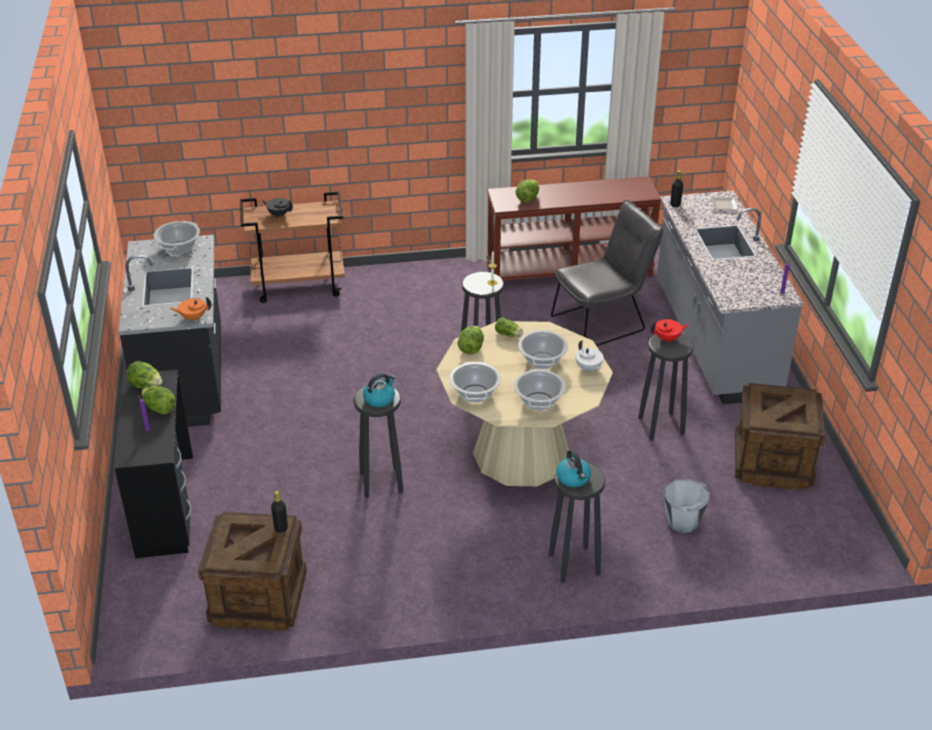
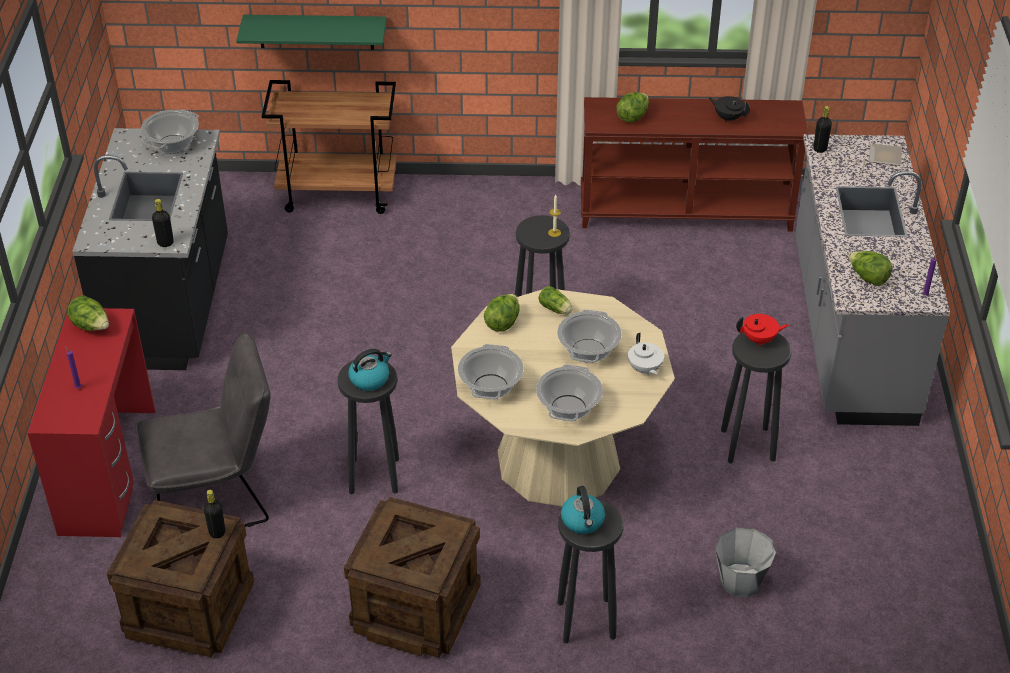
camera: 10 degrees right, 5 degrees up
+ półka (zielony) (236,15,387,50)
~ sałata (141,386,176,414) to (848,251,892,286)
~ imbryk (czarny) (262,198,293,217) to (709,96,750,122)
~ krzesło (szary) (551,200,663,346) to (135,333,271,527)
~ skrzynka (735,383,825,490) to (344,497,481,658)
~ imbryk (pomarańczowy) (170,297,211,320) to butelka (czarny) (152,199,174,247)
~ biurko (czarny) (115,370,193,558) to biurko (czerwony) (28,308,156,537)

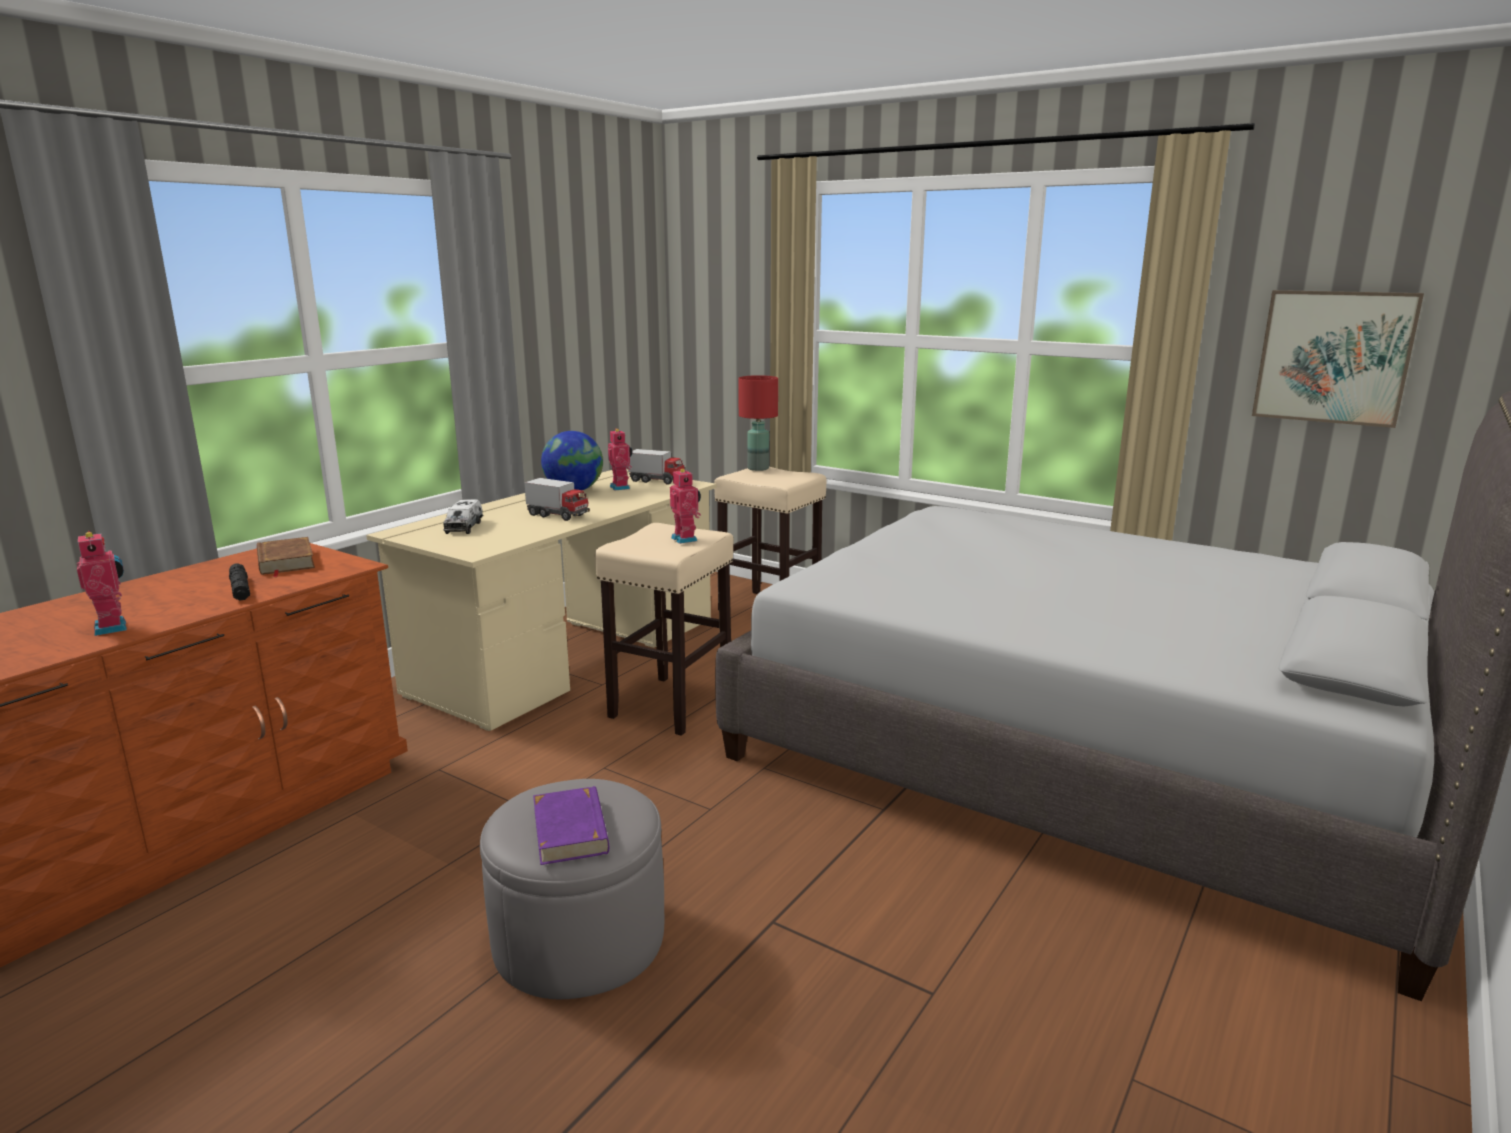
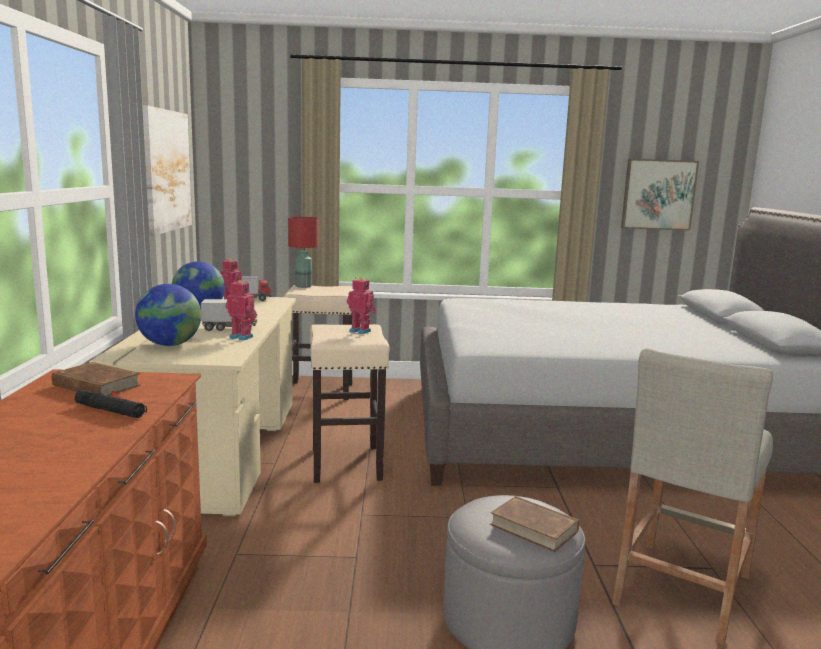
camera: 35 degrees left, 5 degrees down
+ obraz (142,105,192,236)
+ stołek (beżowy) (612,348,773,646)
~ robot zabawkowy (77,531,127,636) to (225,280,257,340)
~ ciężarówka zabawkowa (443,499,483,534) to globus (135,284,201,346)
~ książka (fioletowy) (533,786,609,865) to książka (brązowy) (490,496,579,552)

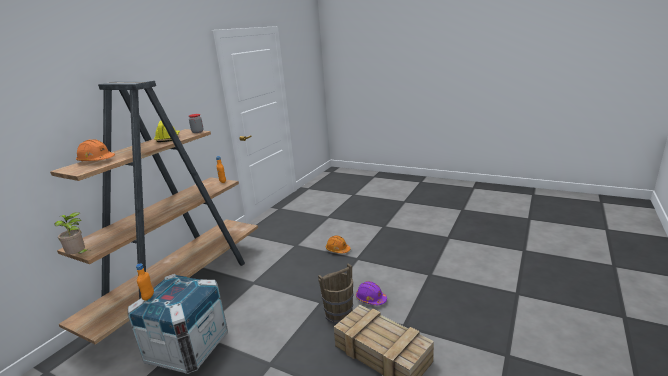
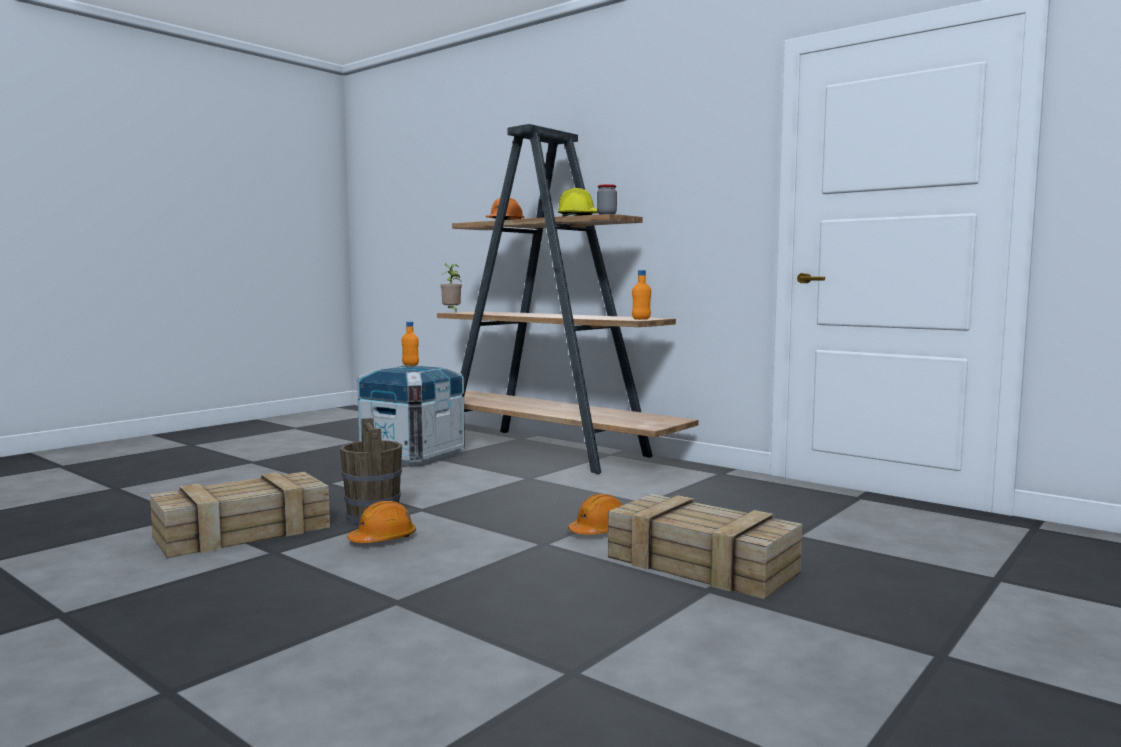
camera: 100 degrees right, 15 degrees down
+ skrzynka (608,494,802,599)
~ kask (fioletowy) (356,281,387,305) to kask (pomarańczowy) (348,501,416,543)

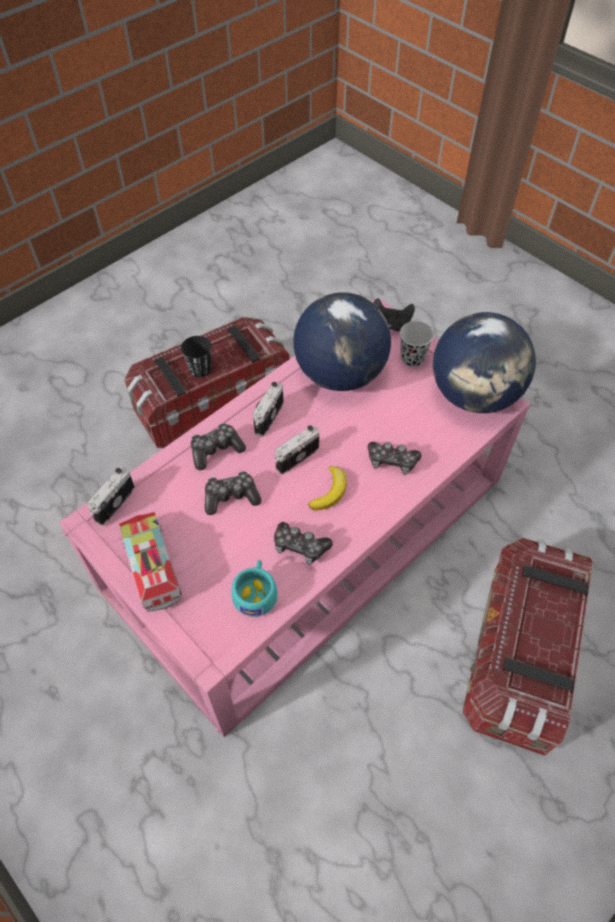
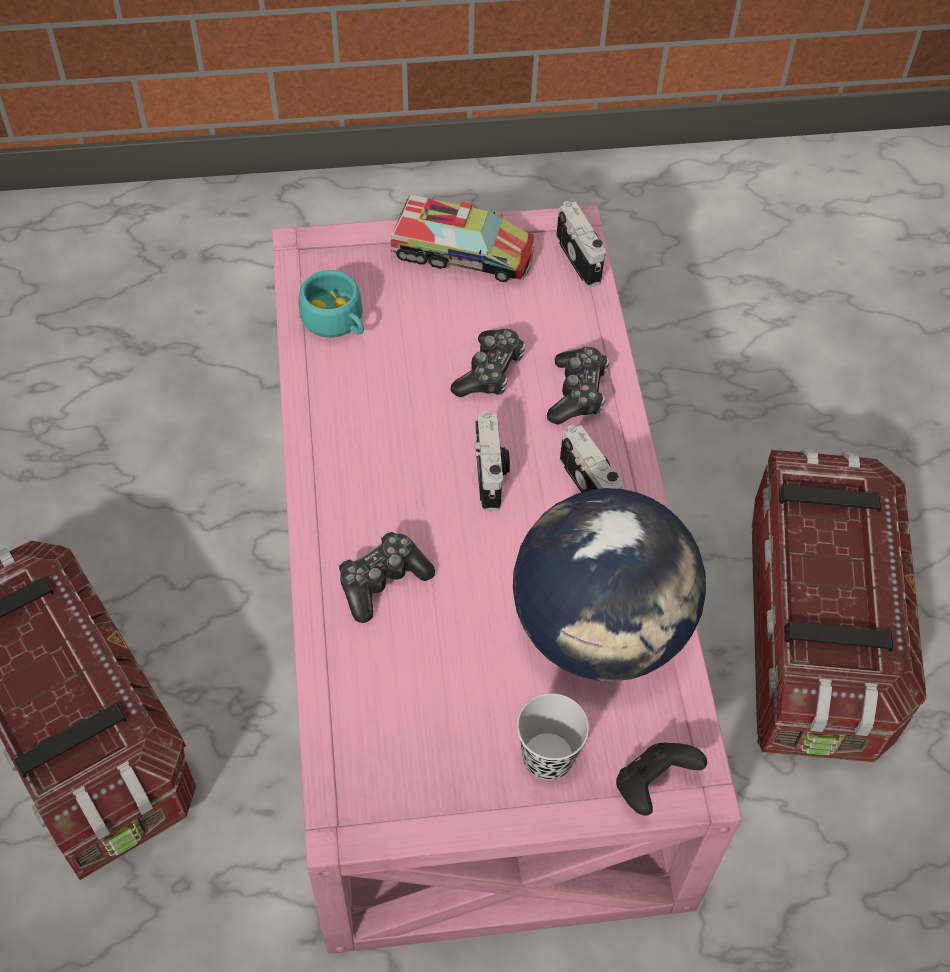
camera: 125 degrees right, 0 degrees up
- filiżanka (czarny) (181,336,212,377)
- pad do gier (274,522,332,564)
- banan (308,466,347,510)
- globus (433,312,536,413)

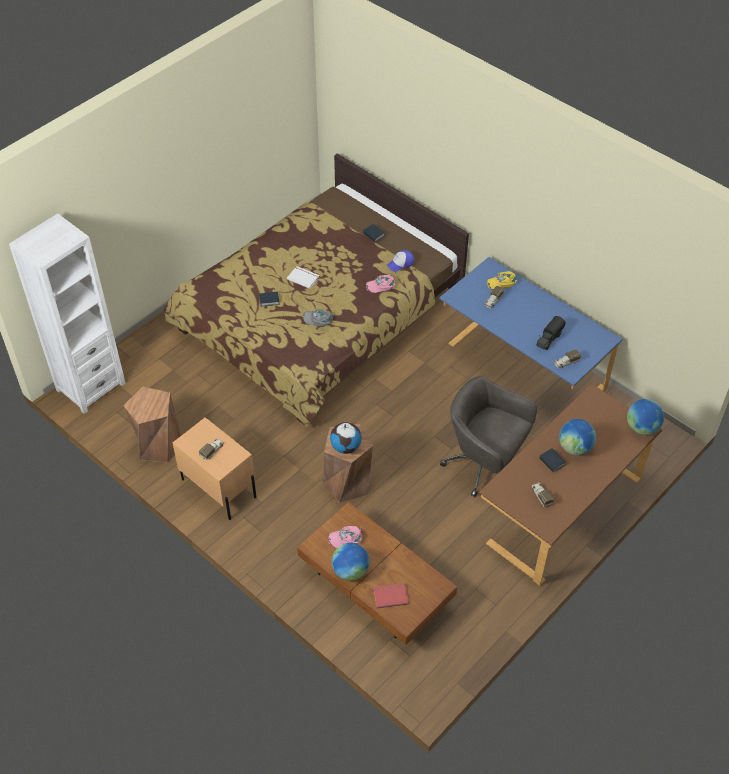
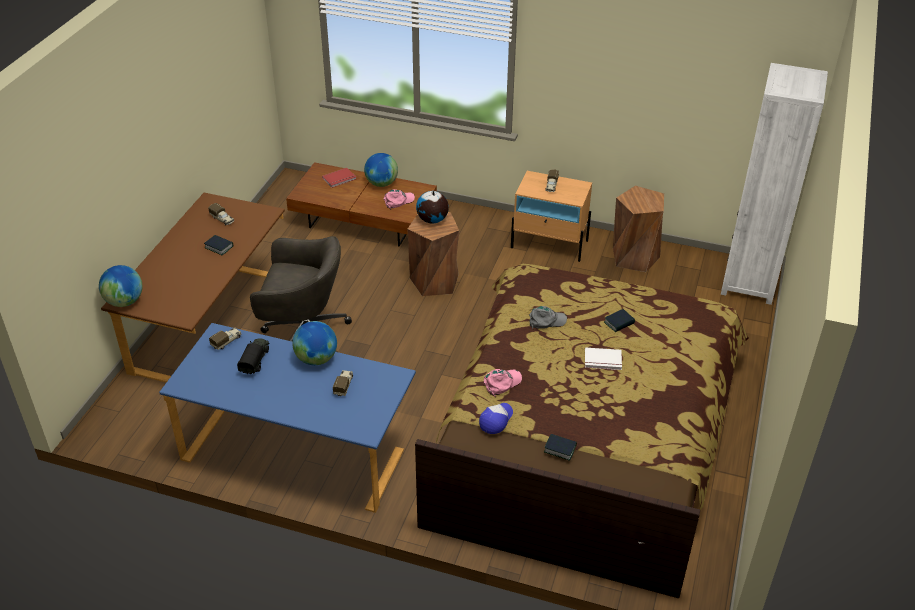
camera: 155 degrees right, 10 degrees down
- czapka z daszkiem (żółty) (487,271,517,289)
~ globus (559,419,596,455) to (292,321,337,365)

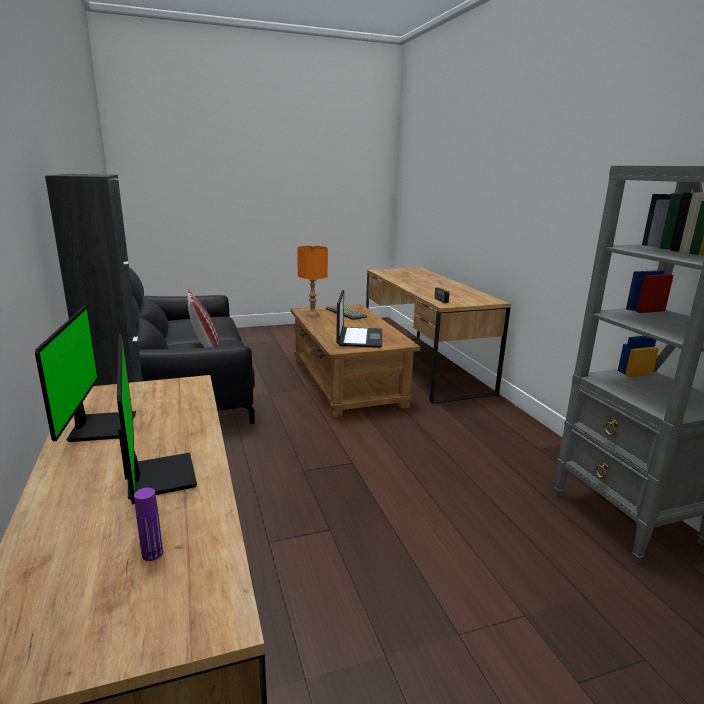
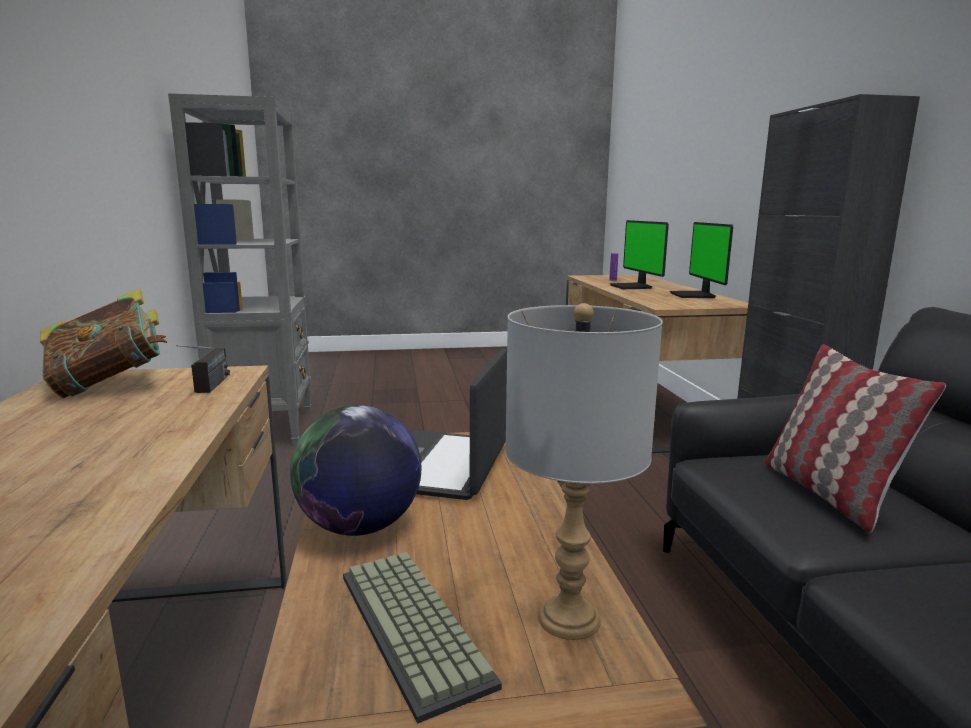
camera: 170 degrees left, 5 degrees down
+ książka (40,289,167,398)
+ globus (290,405,421,536)
~ lampa stołowa (pomarańczowy) (297,245,328,317) to lampa stołowa (szary) (505,303,663,640)

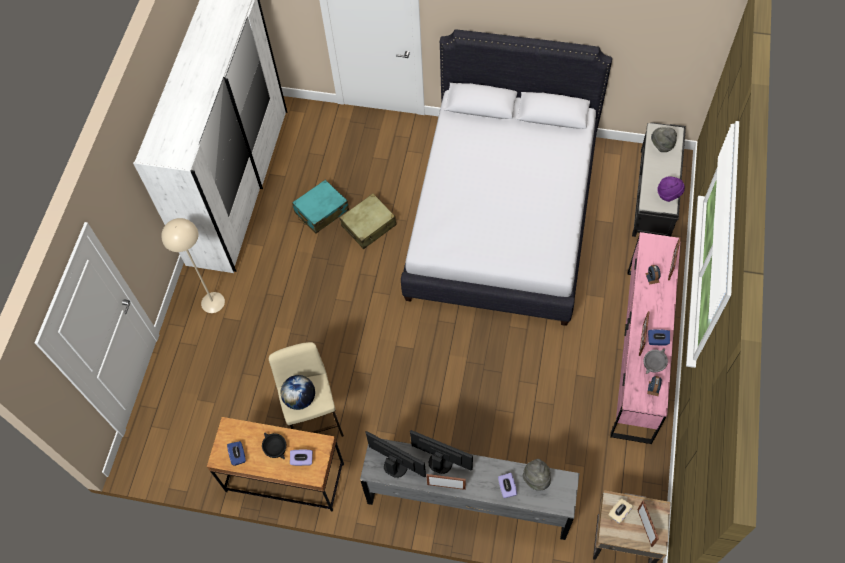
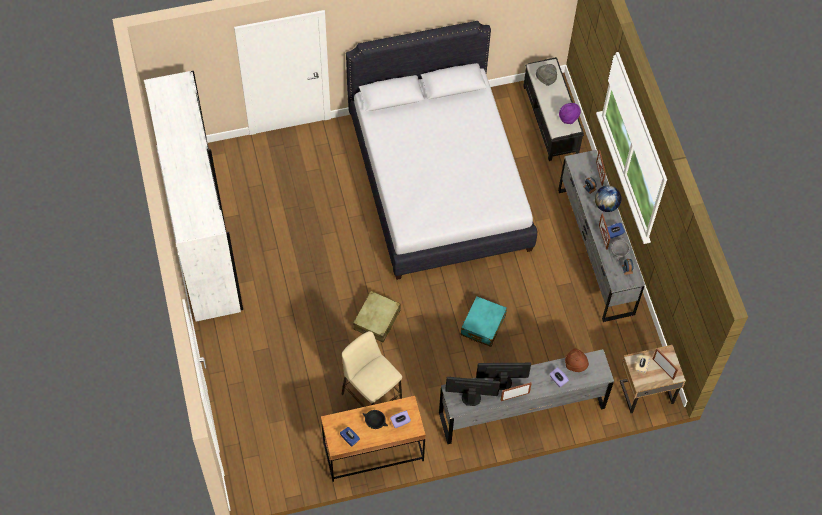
camera: 30 degrees left, 0 degrees up
- lampa stojąca (beżowy) (161,218,225,313)
~ globus (280,375,315,410) to (595,186,621,212)
~ walizka (turkusowy) (292,180,349,233) to (461,296,507,347)
~ walizka (beżowy) (340,193,397,249) to (353,291,401,342)
~ kapelusz (szary) (523,459,551,491) to kapelusz (brązowy) (565,348,589,372)
~ komoda (różowy) (610,232,681,444) to komoda (szary) (558,150,645,322)

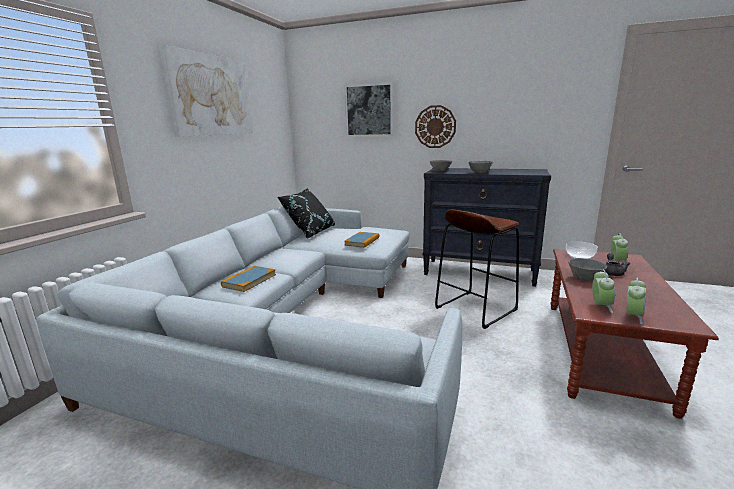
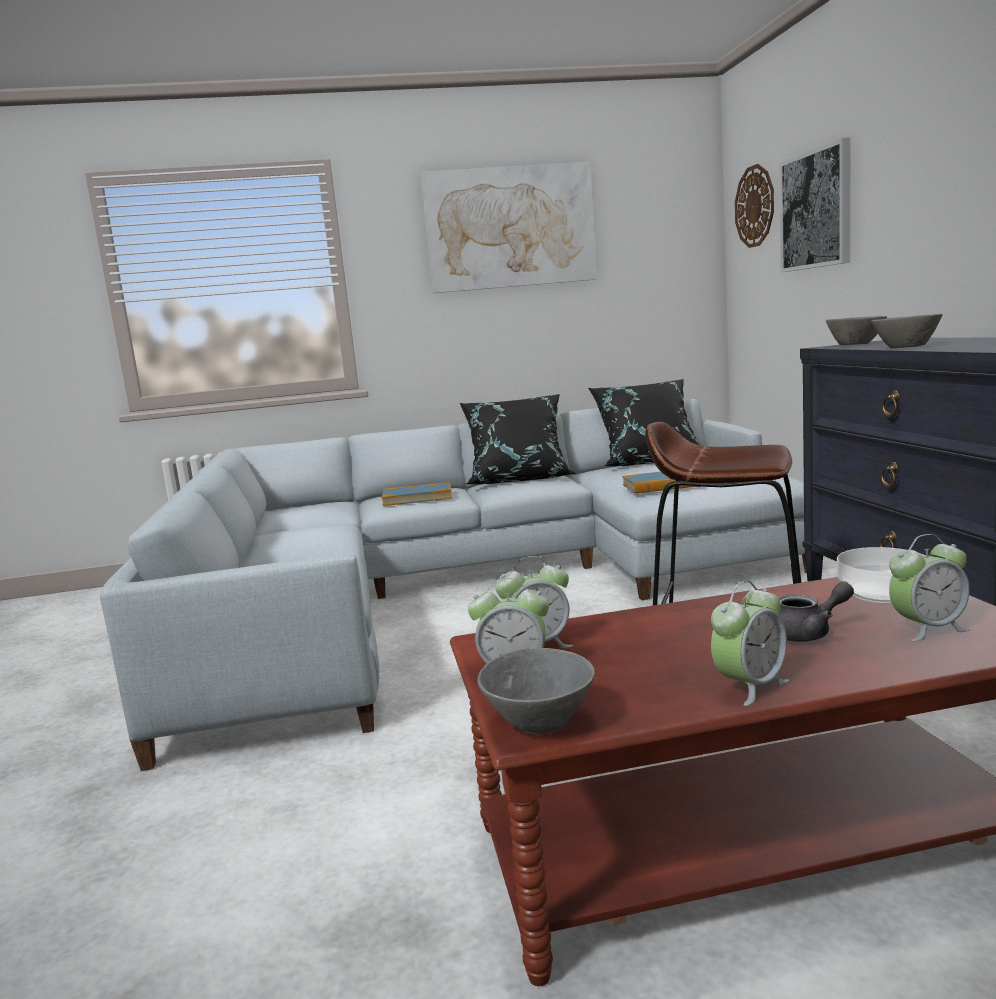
camera: 60 degrees right, 5 degrees down
+ poduszka (czarny) (460,394,575,484)
+ budzik (711,581,789,706)
~ zegar ścienny (415,105,456,148) to (735,164,774,248)
~ miska (szary) (568,258,607,281) to (477,648,595,735)

